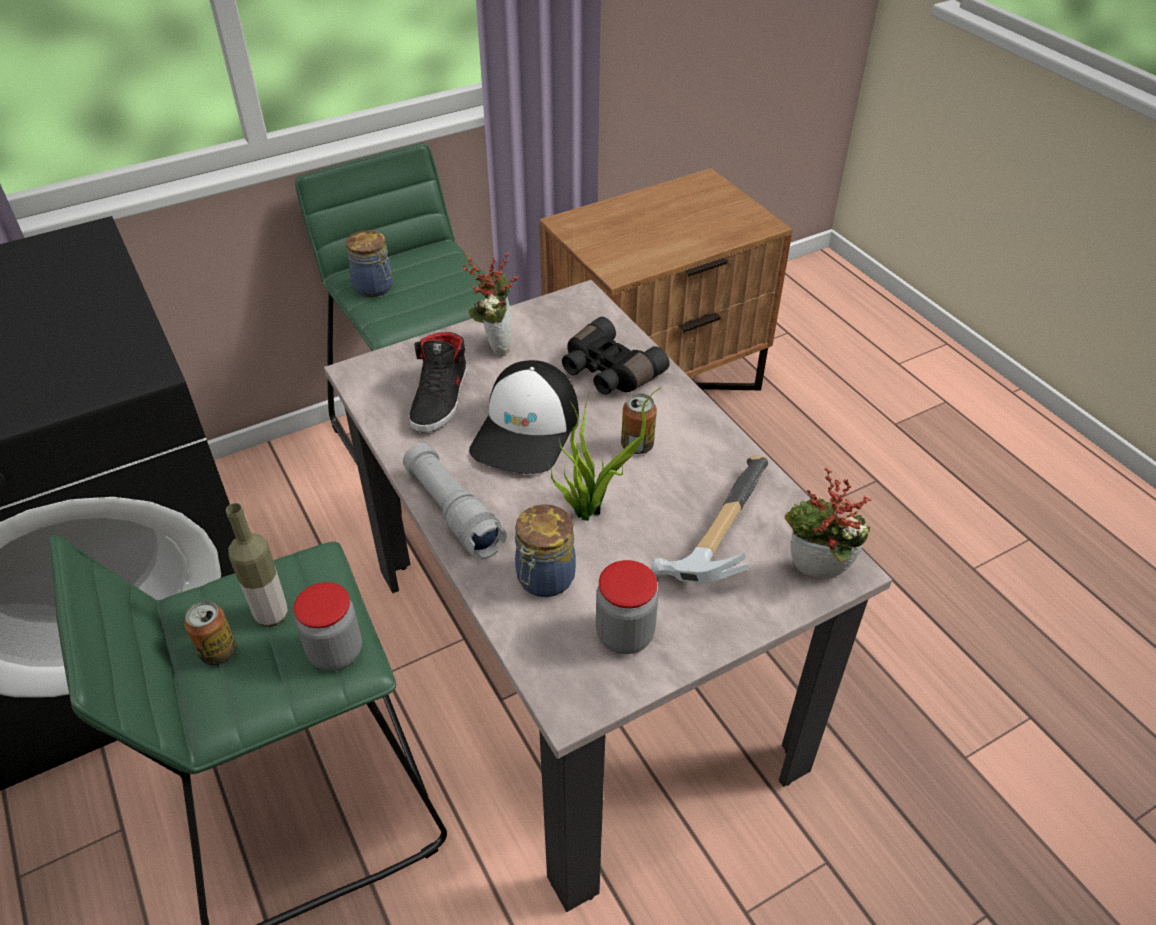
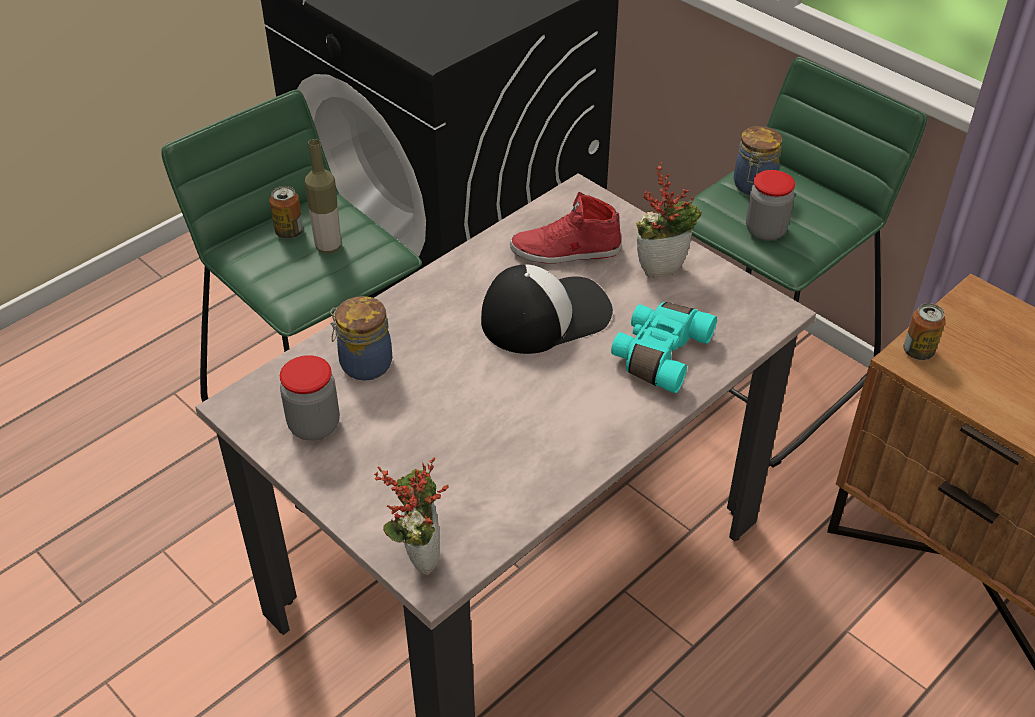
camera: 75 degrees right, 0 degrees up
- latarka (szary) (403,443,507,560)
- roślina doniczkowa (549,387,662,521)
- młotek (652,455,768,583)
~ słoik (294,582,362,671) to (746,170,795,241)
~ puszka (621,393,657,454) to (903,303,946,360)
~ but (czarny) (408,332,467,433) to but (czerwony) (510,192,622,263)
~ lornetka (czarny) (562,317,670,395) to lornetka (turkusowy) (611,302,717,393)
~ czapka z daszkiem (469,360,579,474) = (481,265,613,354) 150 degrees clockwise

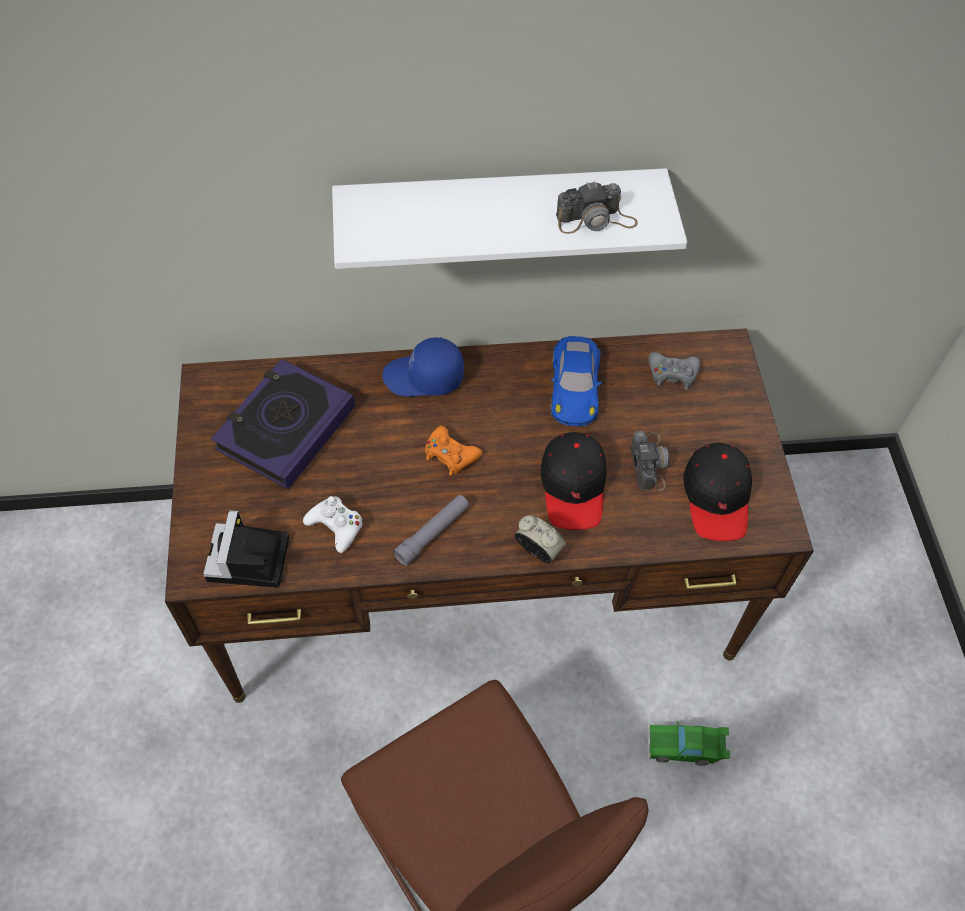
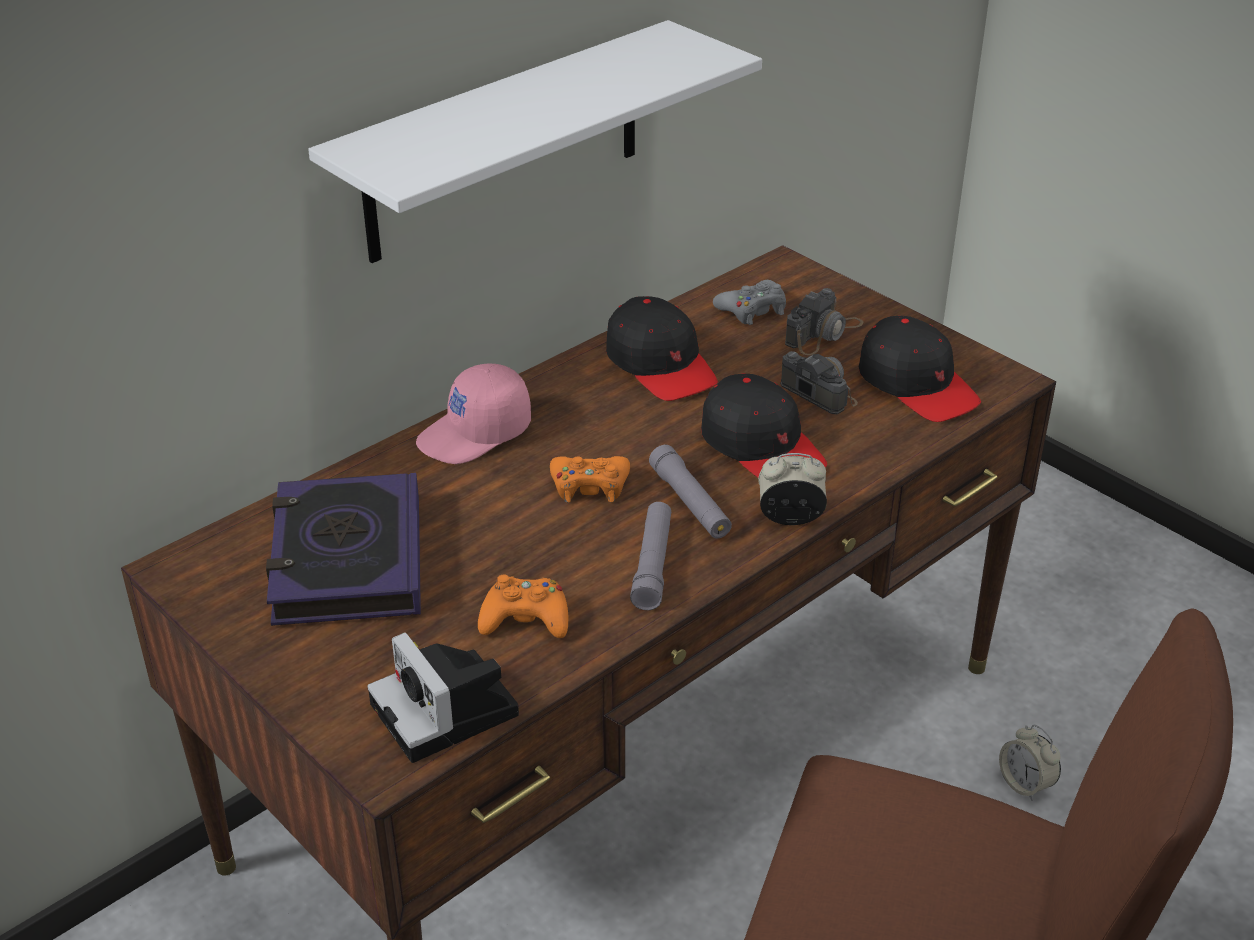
camera: 35 degrees left, 20 degrees down
+ latarka (szary) (649,445,732,538)
~ aparat fotograficzny (556,181,638,234) to (785,288,863,355)
~ samochodzik (niebieski) (551,336,602,426) to czapka z daszkiem (czarny) (606,296,718,401)
~ samochodzik (zielony) (649,721,730,766) to budzik (999,724,1061,801)
~ pad do gier (biały) (303,496,363,553) to pad do gier (pomarańczowy) (478,574,568,638)
~ czapka z daszkiem (niebieski) (383,337,464,397) to czapka z daszkiem (różowy) (416,363,531,464)

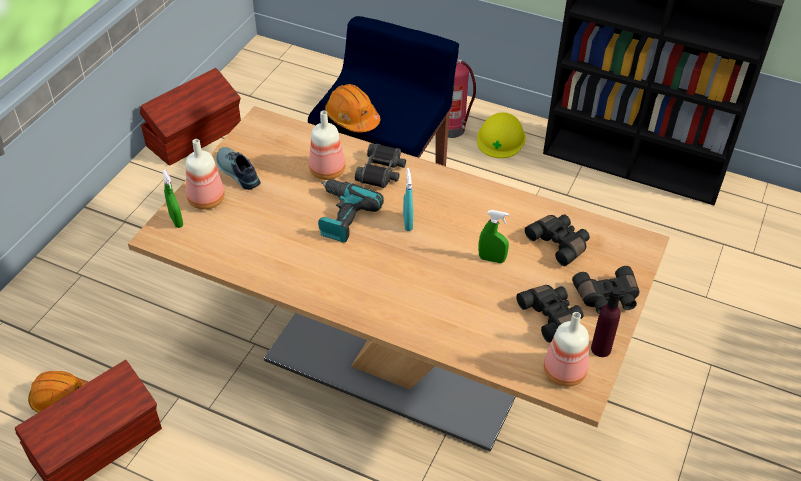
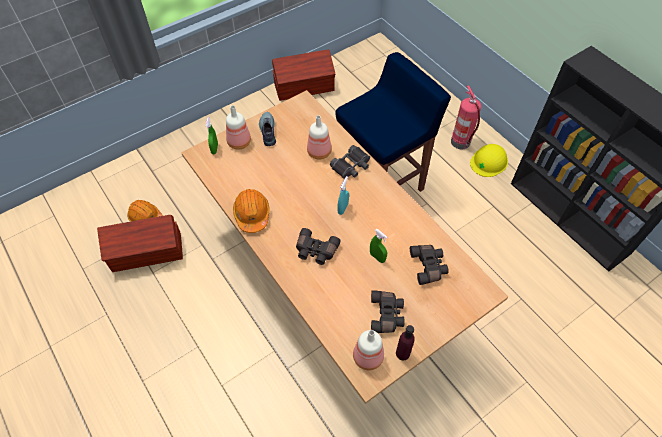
camera: 30 degrees right, 10 degrees up
- wiertarka (318,179,384,243)
~ kask (pomarańczowy) (325,84,380,133) to (233,189,270,233)
~ lornetka (czarny) (572,266,639,314) to (296,228,341,265)

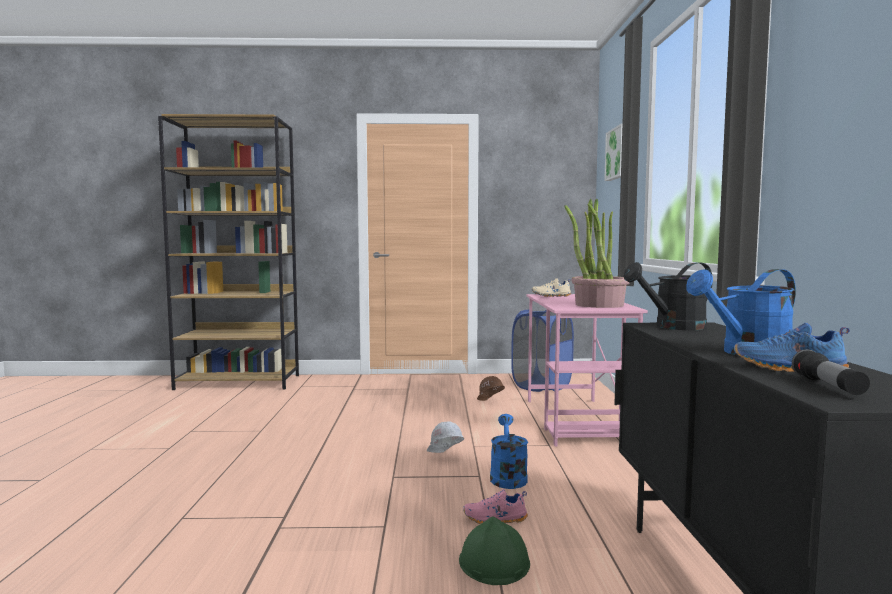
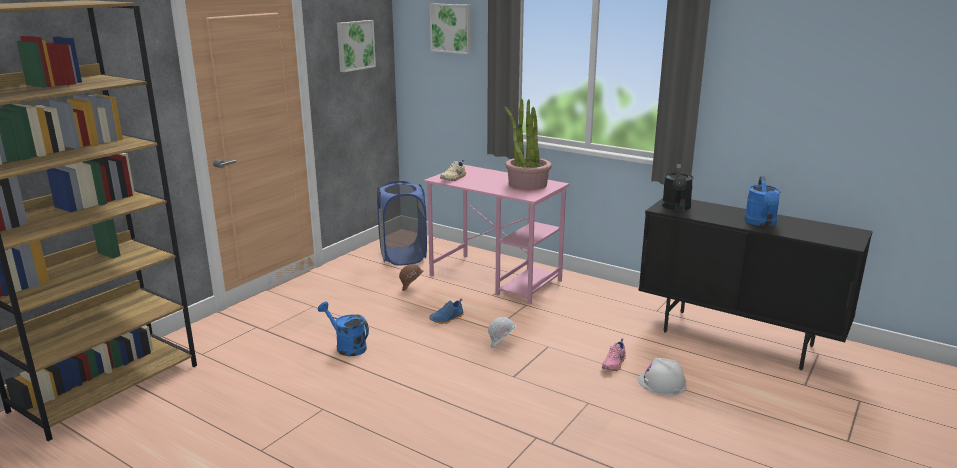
camera: 55 degrees left, 15 degrees up
- latarka (792,349,870,395)
+ obraz (337,20,376,72)
~ konewka (niebieski) (490,414,528,489) to (318,302,369,356)
~ but (niebieski) (734,323,849,372) to (429,299,464,324)
~ kask (zielony) (459,516,530,585) to kask (biały) (638,358,687,395)

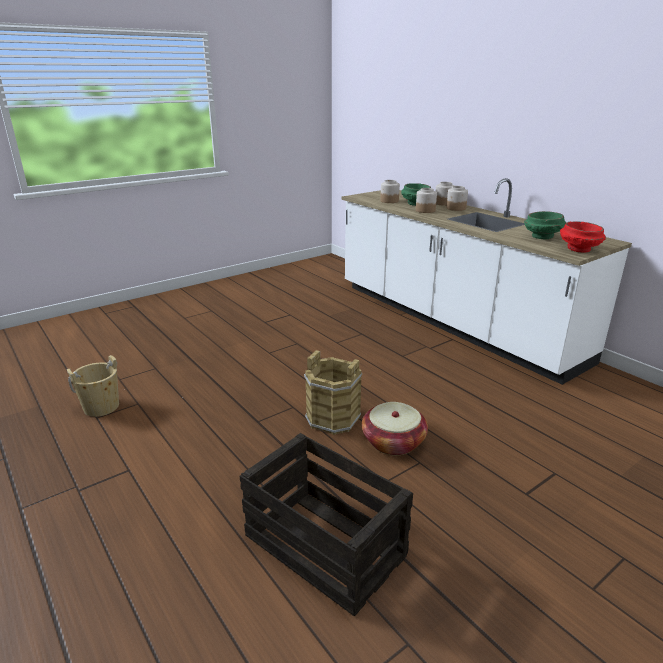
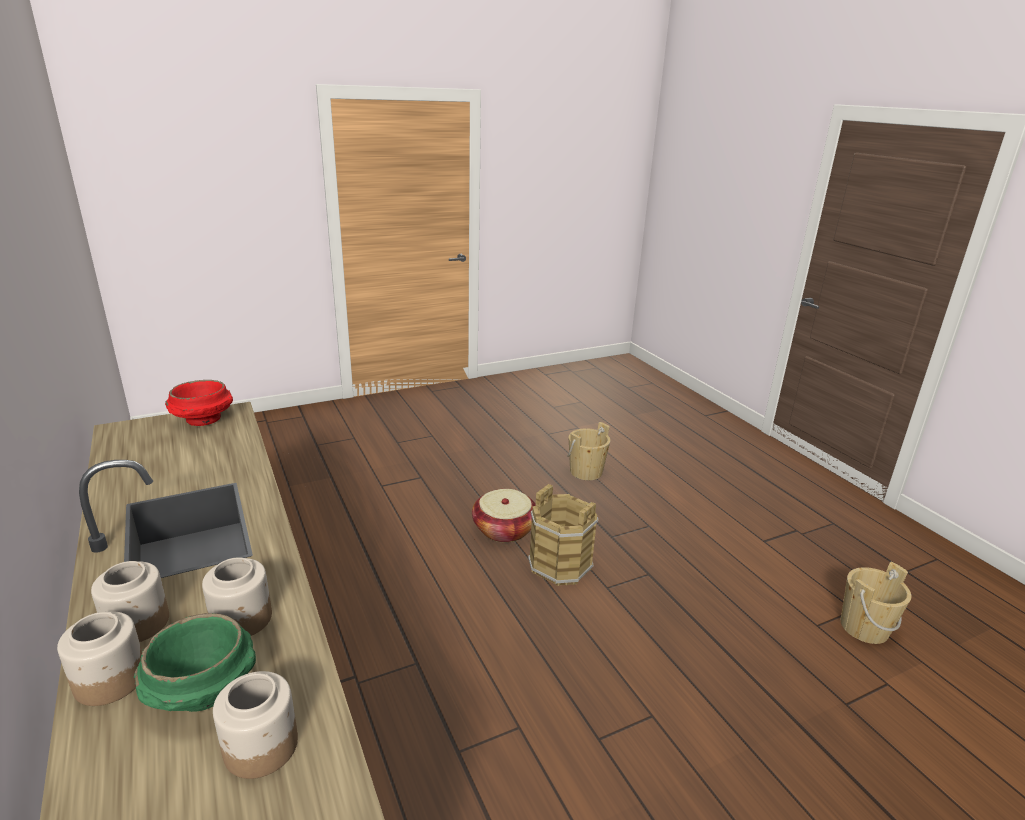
camera: 170 degrees left, 0 degrees up
- miska (zielony) (524,211,566,239)
~ skrzynka (240,433,413,616) to wiadro (beżowy) (567,422,610,480)

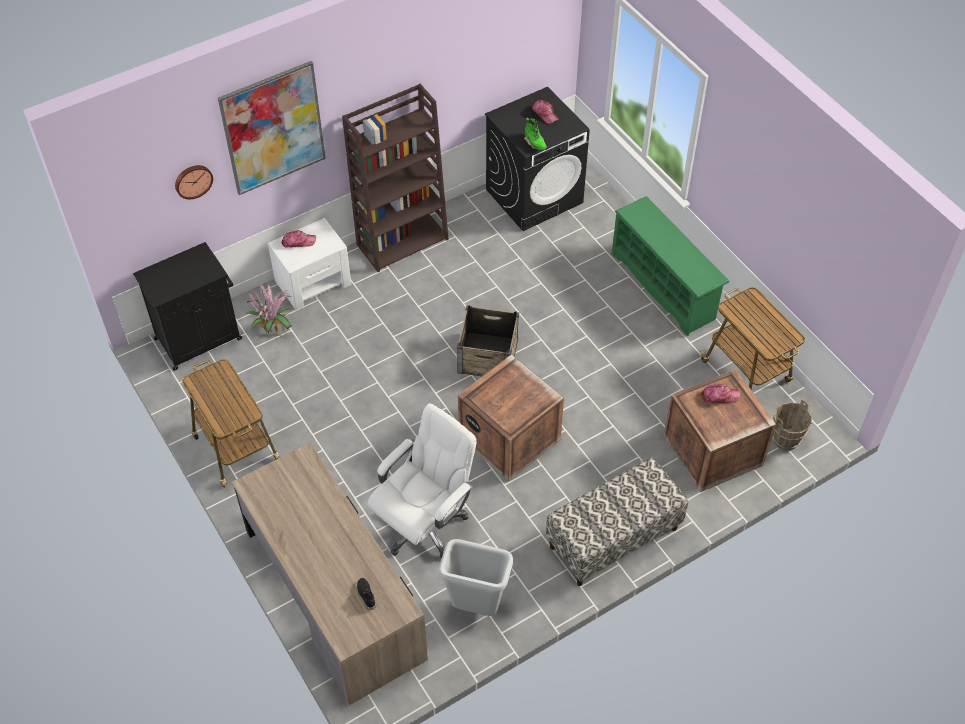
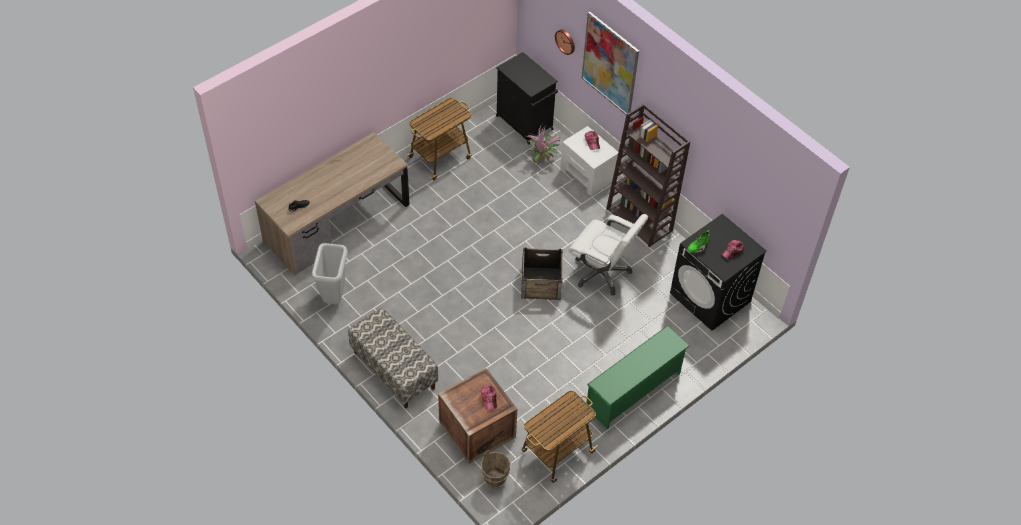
camera: 80 degrees right, 0 degrees up
- skrzynka (458,354,564,482)
~ krzesło biurowe (biały) (367,403,477,559) to (568,214,648,296)

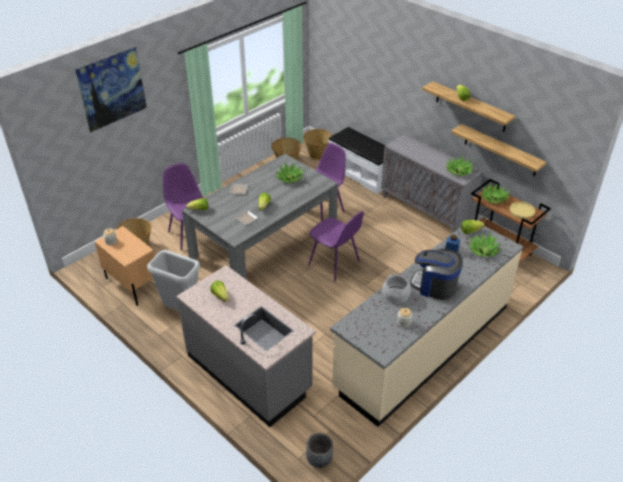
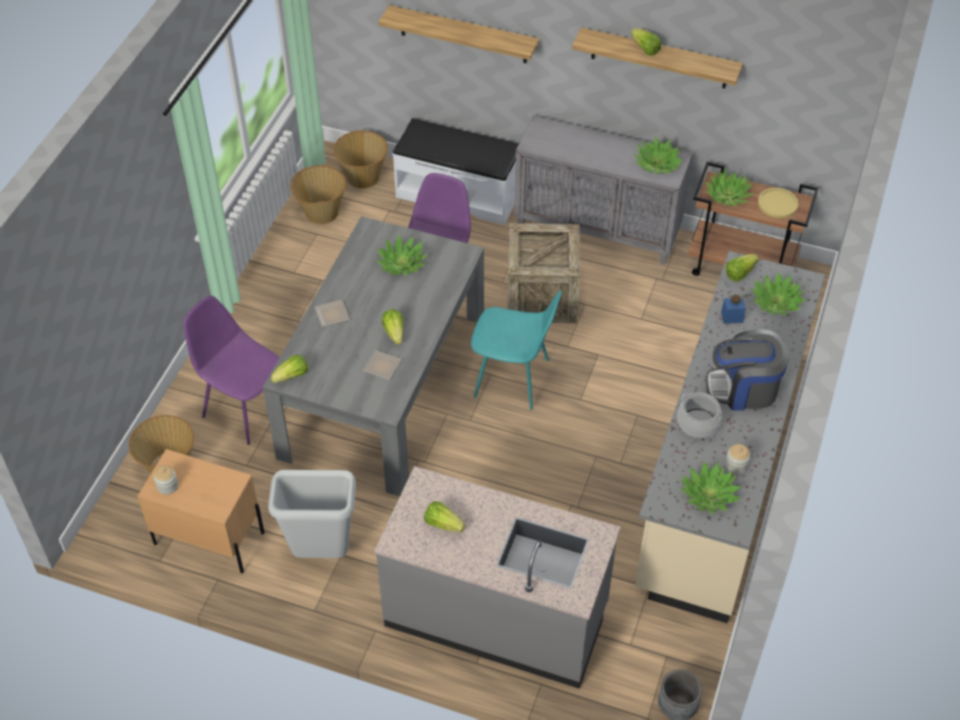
camera: 25 degrees left, 10 degrees up
- obraz (75,47,147,133)
+ skrzynka (507,223,580,323)
+ roślina doniczkowa (680,462,741,514)
~ półka (451,124,546,177) to (378,5,539,63)
~ krzesło (fioletowy) (308,211,364,281) to krzesło (turkusowy) (471,290,562,410)

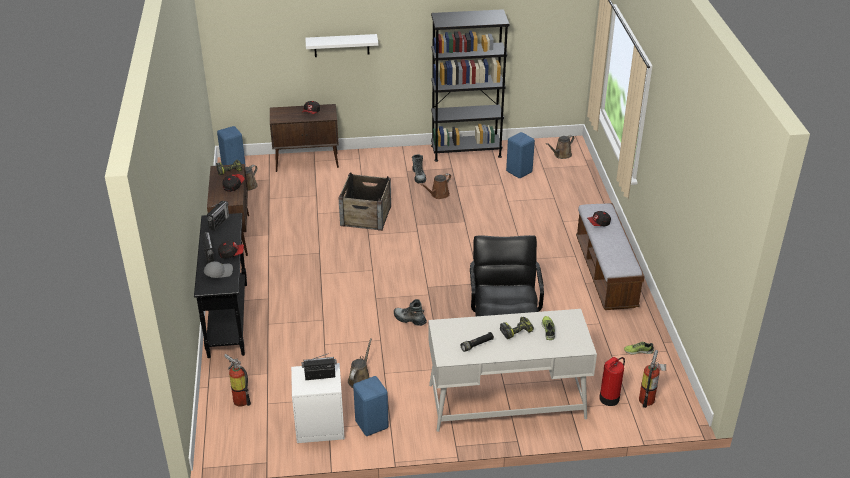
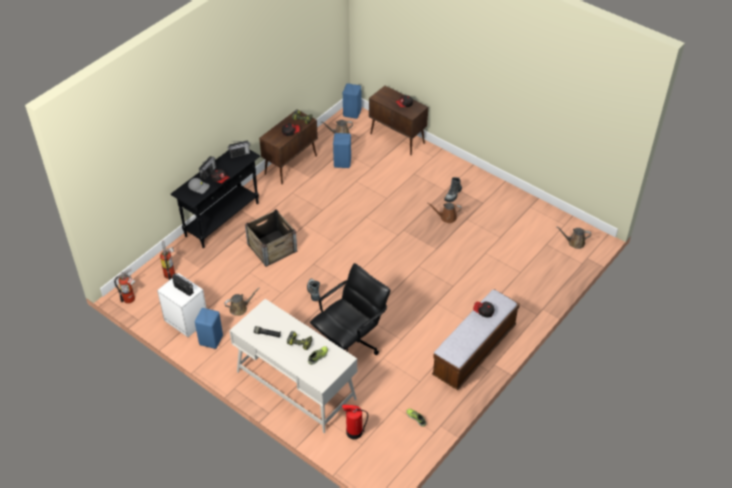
camera: 45 degrees right, 10 degrees up
- półka (biały) (305,34,378,57)
- regał (czarny) (431,9,509,162)
~ skrzynka (338,172,391,231) to (245,209,297,267)
~ stołek (niebieski) (506,132,535,178) to (333,133,351,168)
~ gaśnica (639,350,666,408) to (114,269,135,304)

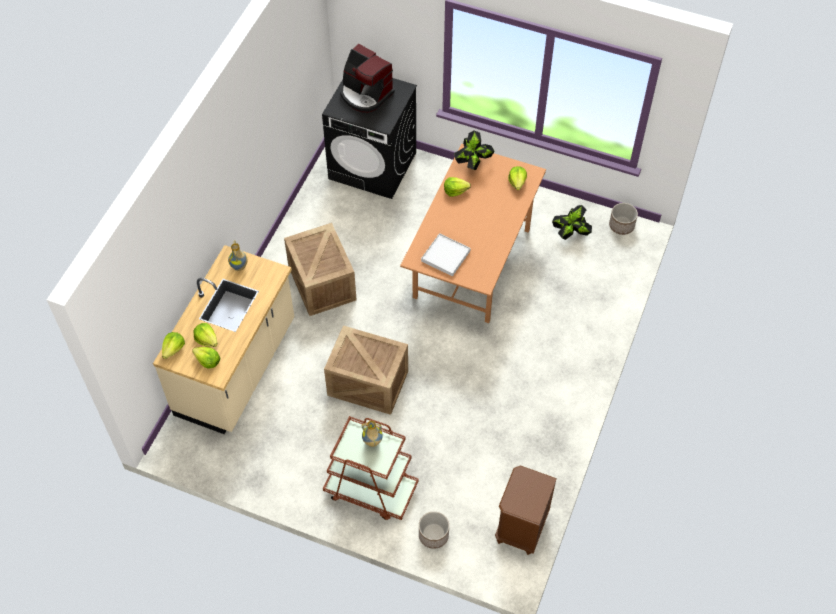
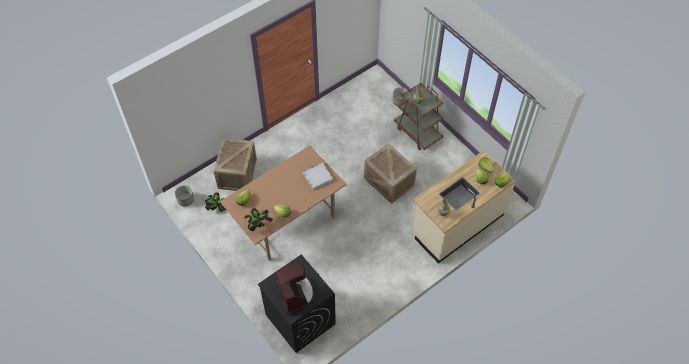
camera: 150 degrees left, 0 degrees up
- szafka nocna (brązowy) (495,465,557,555)
~ skrzynka (284,223,357,316) to (214,138,257,191)

